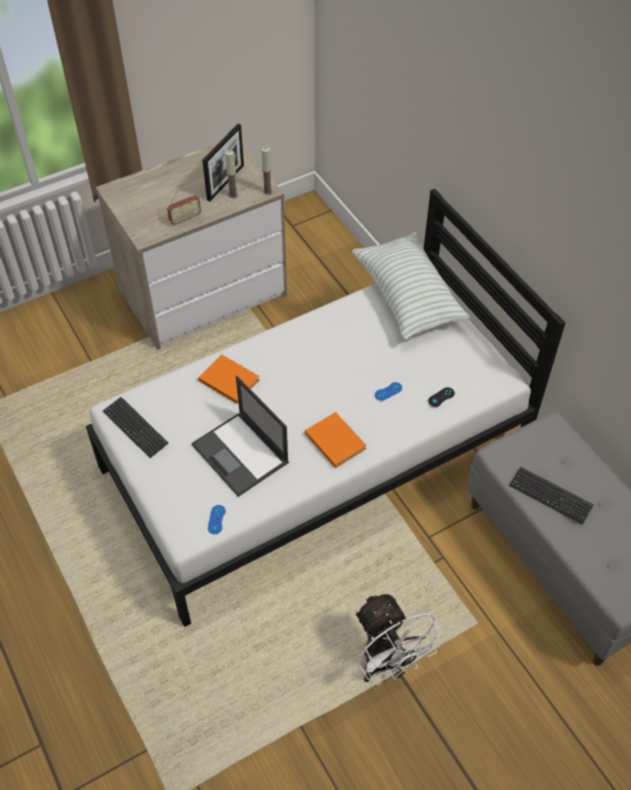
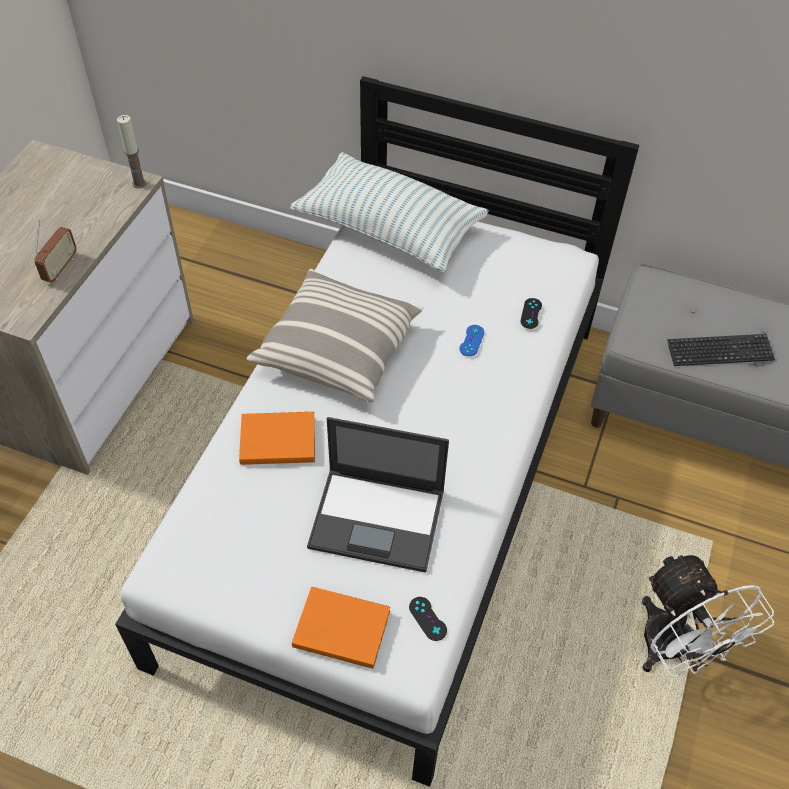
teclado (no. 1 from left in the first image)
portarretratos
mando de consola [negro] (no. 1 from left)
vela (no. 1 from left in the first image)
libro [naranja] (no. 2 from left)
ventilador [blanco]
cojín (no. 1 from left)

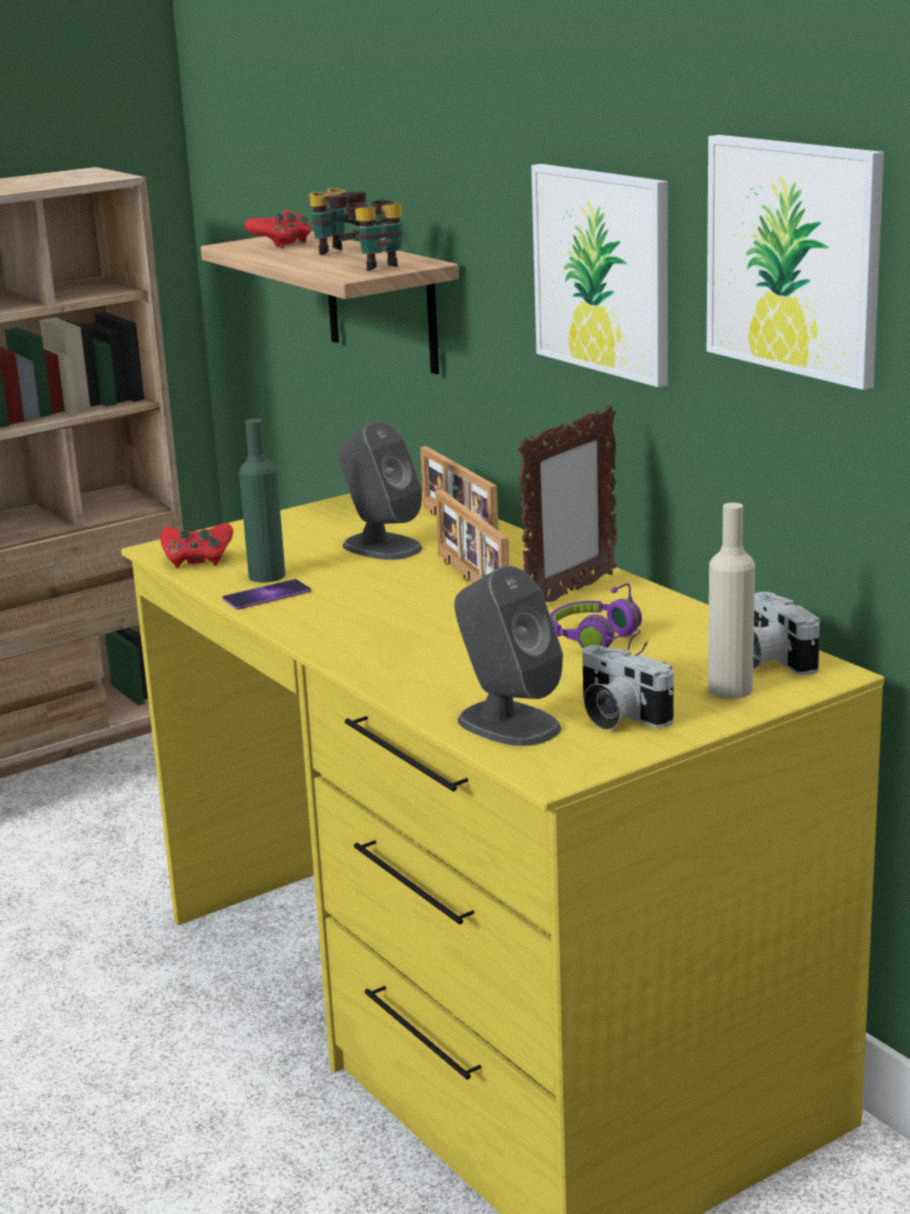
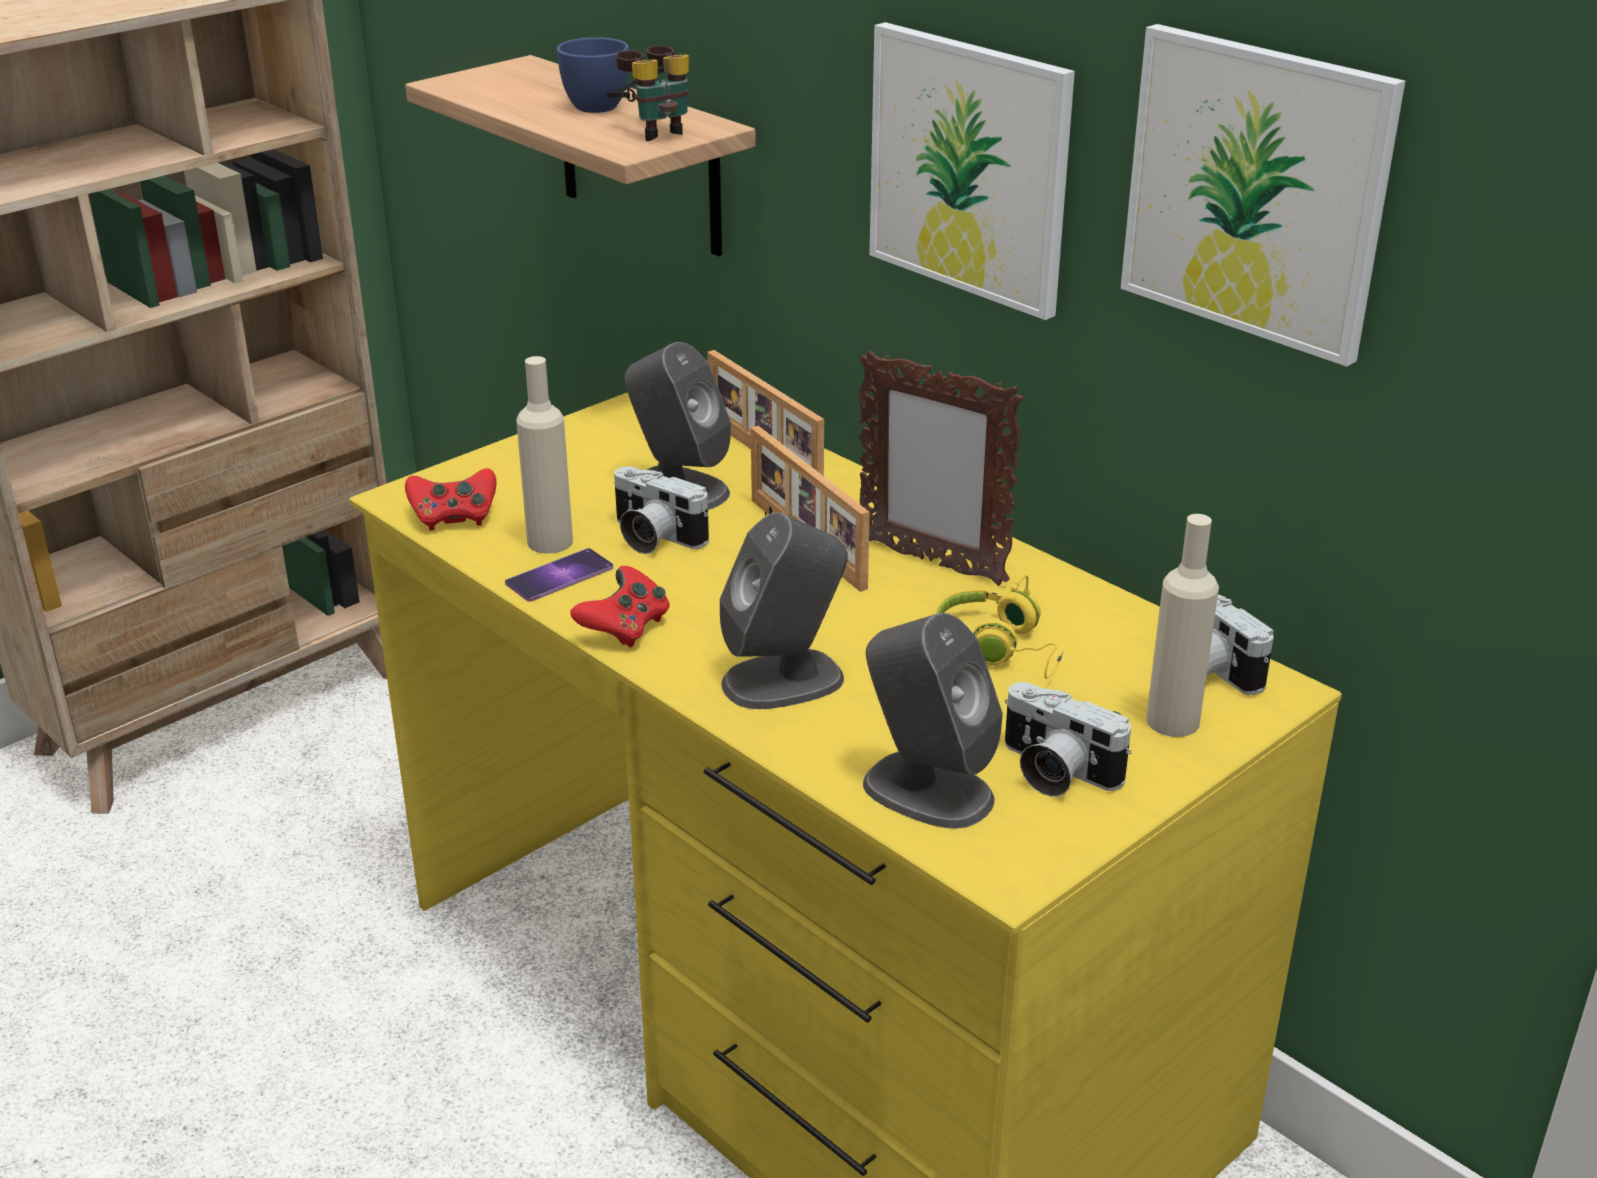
botella [beis] (no. 1 from left)
mando de consola [rojo] (no. 2 from left)
taza [azul]
portarretratos (no. 3 from left)
auriculares [amarillo]
cámara (no. 1 from left)
altavoz [gris] (no. 2 from left)

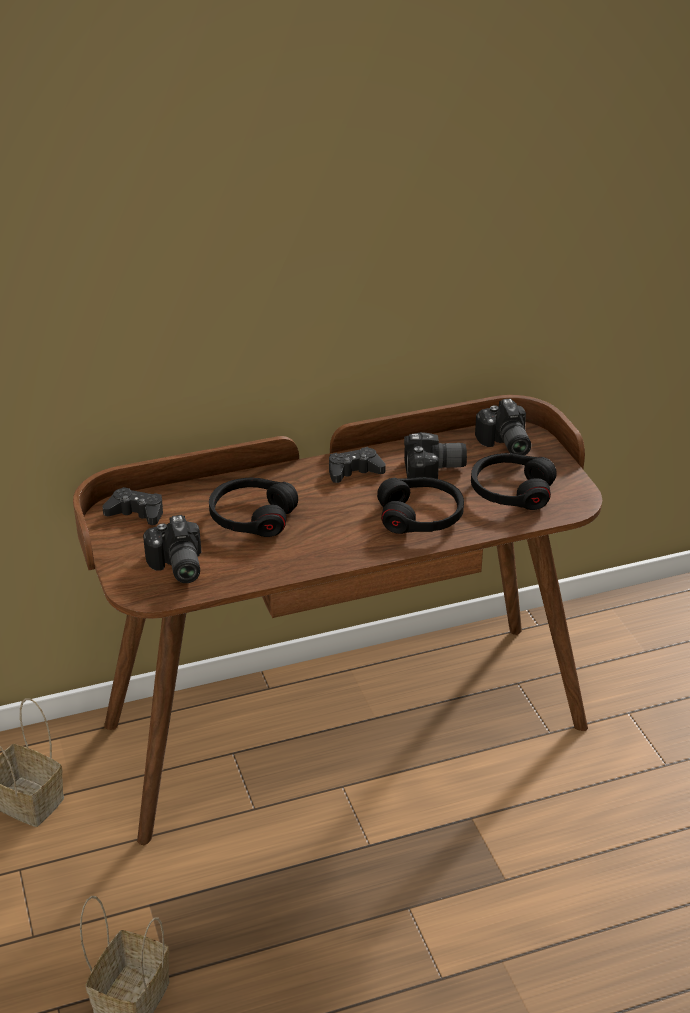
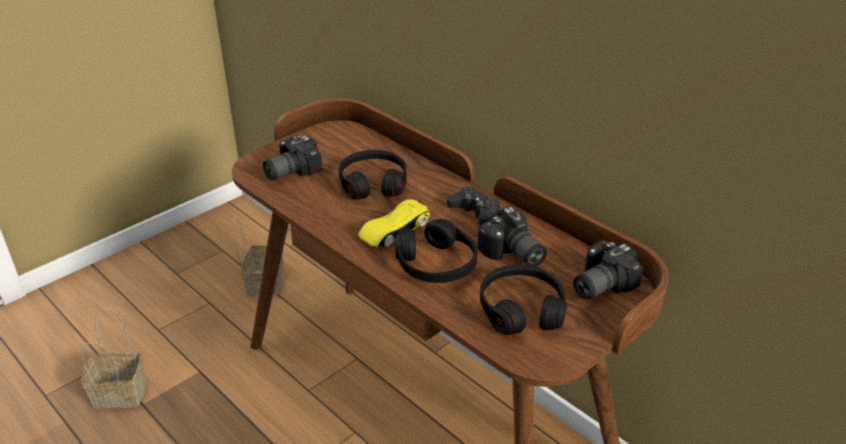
mando de consola [negro] (no. 1 from left in the first image)
coche de juguete [amarillo]

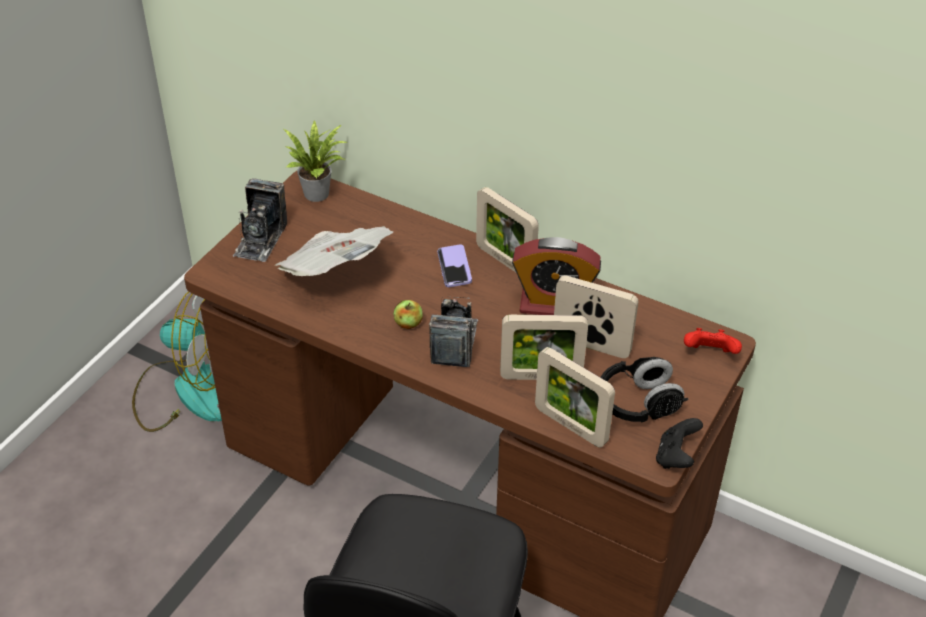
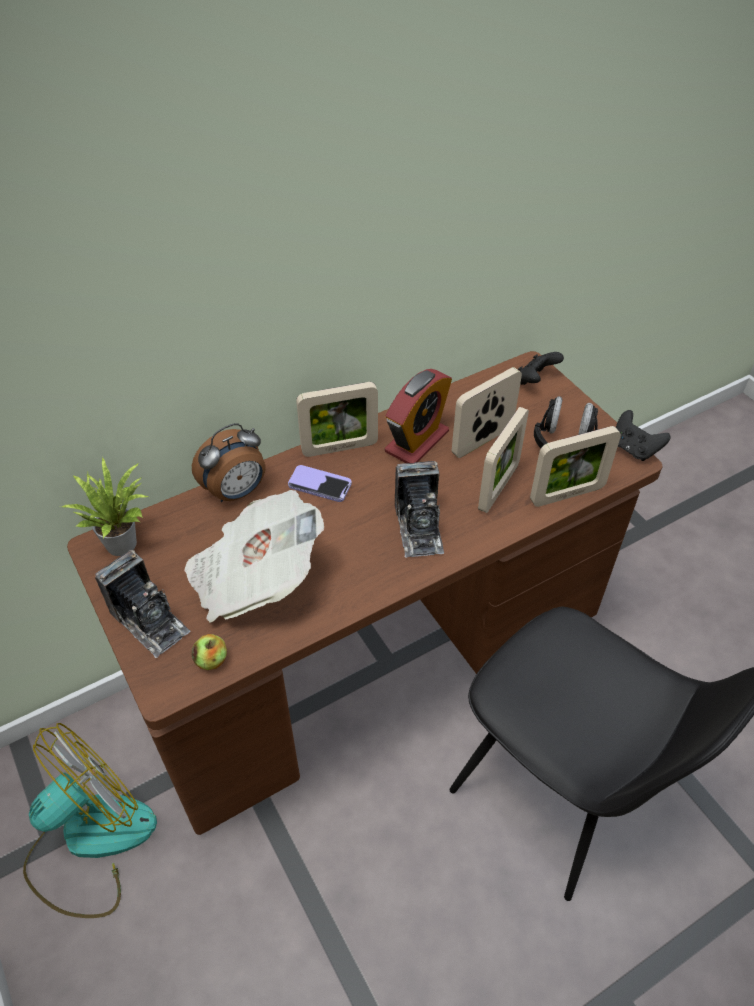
manzana
cámara (no. 2 from left)
mando de consola [negro] (no. 1 from left)
despertador (no. 1 from left)

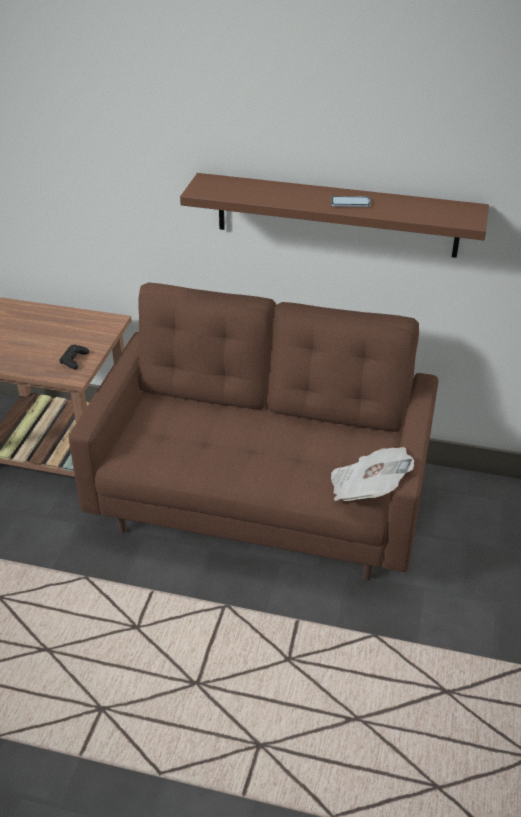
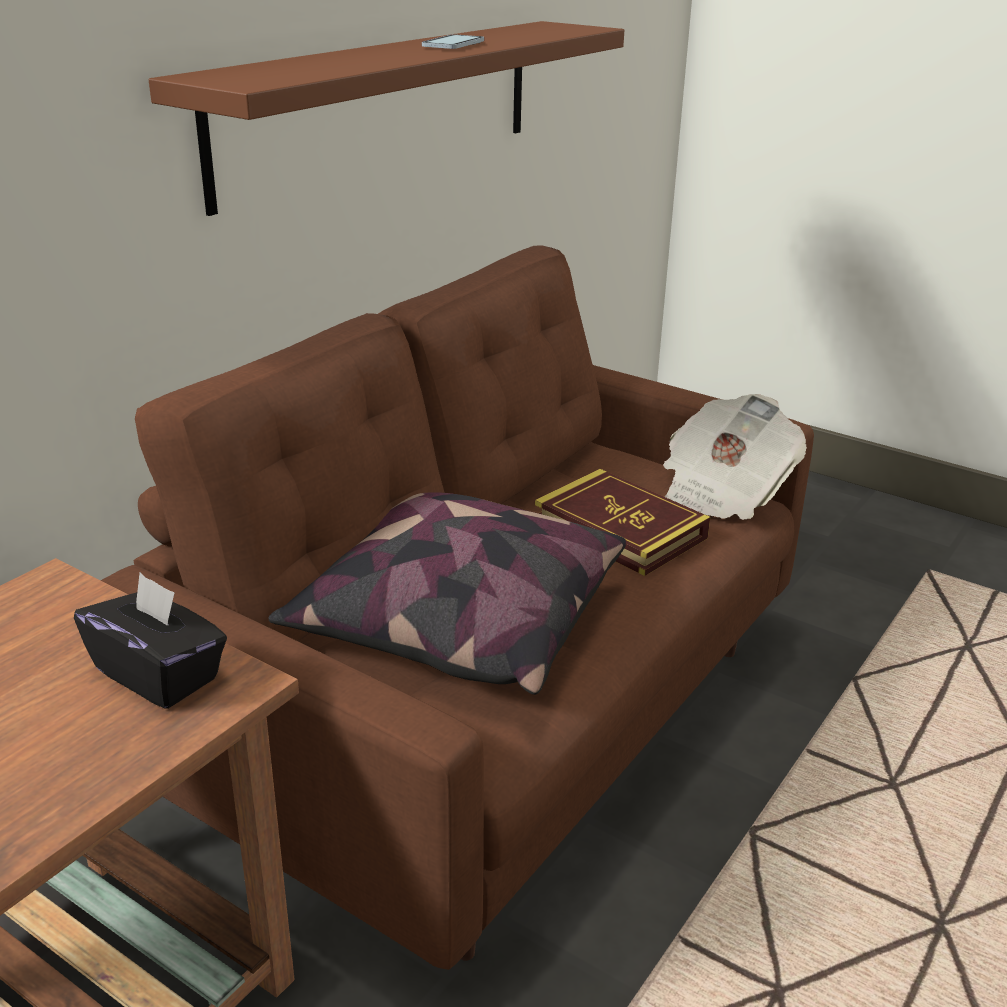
caja de pañuelos [negro]
cojín
libro

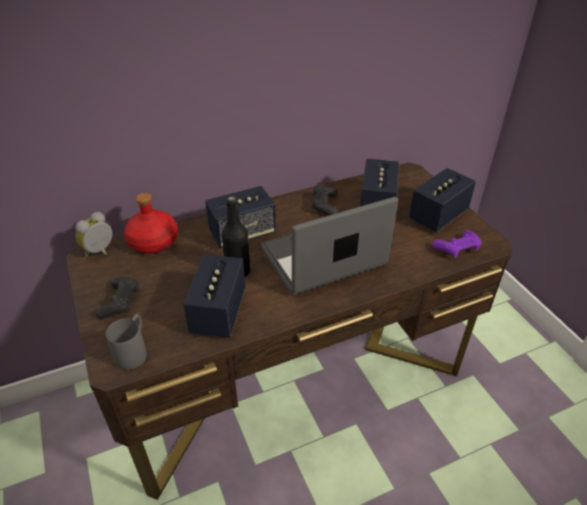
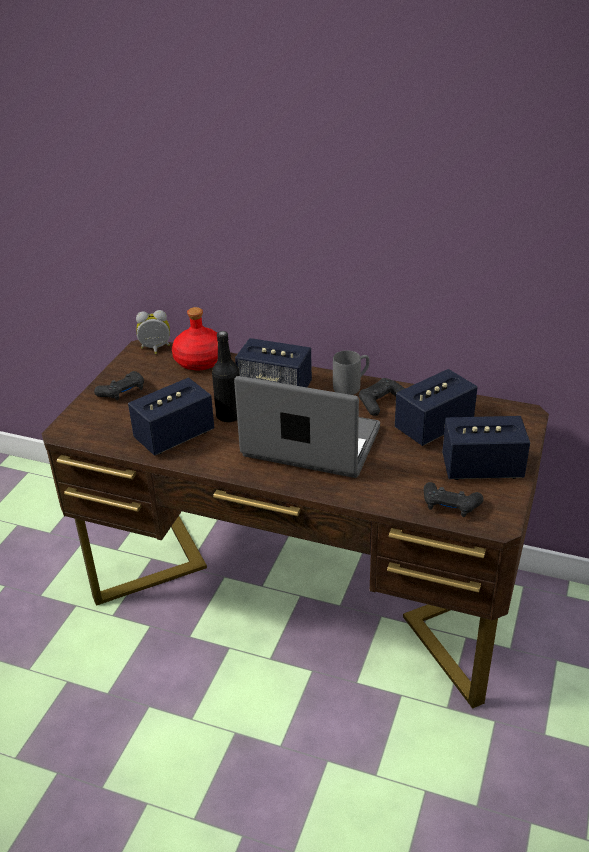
taza grande [gris]
mando de consola [negro] (no. 3 from left)

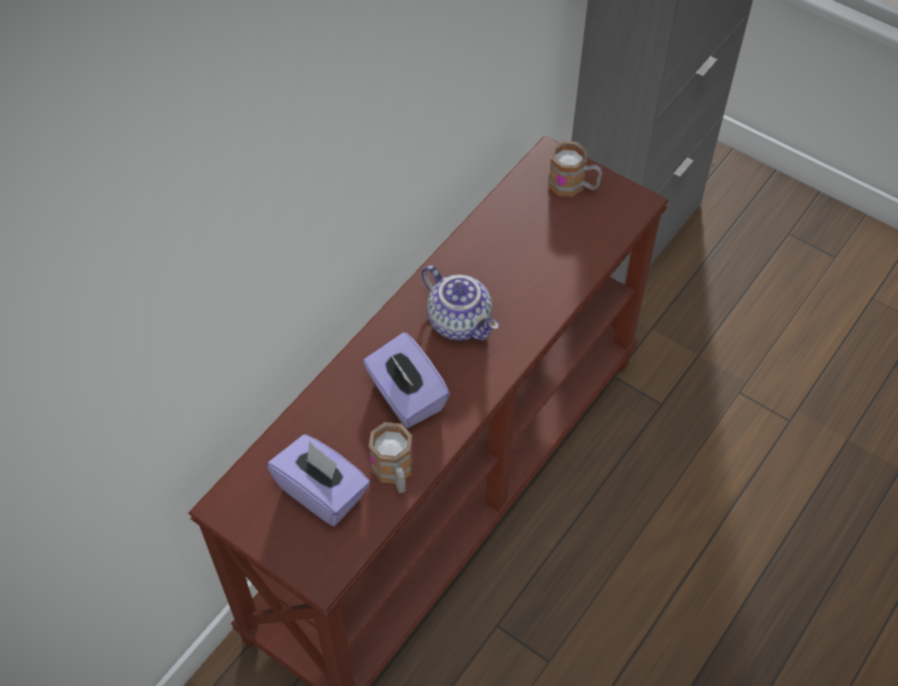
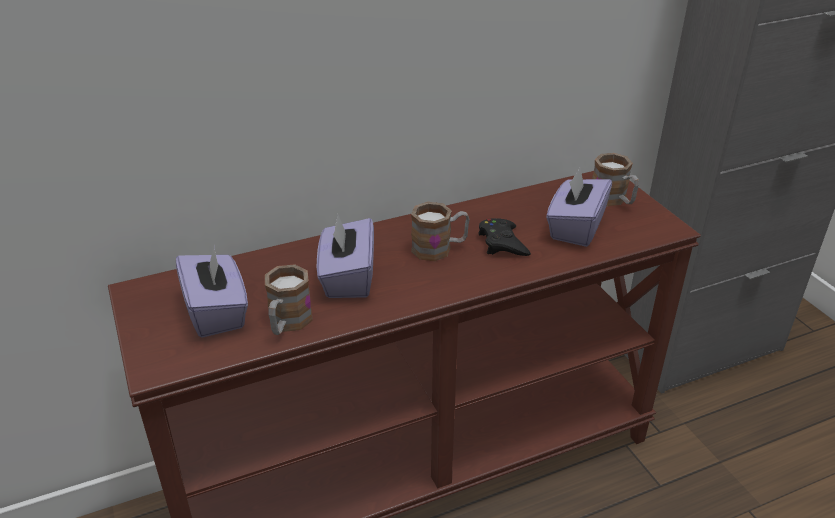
taza grande (no. 2 from left)
mando de consola [negro]
caja de pañuelos [morado] (no. 3 from left)

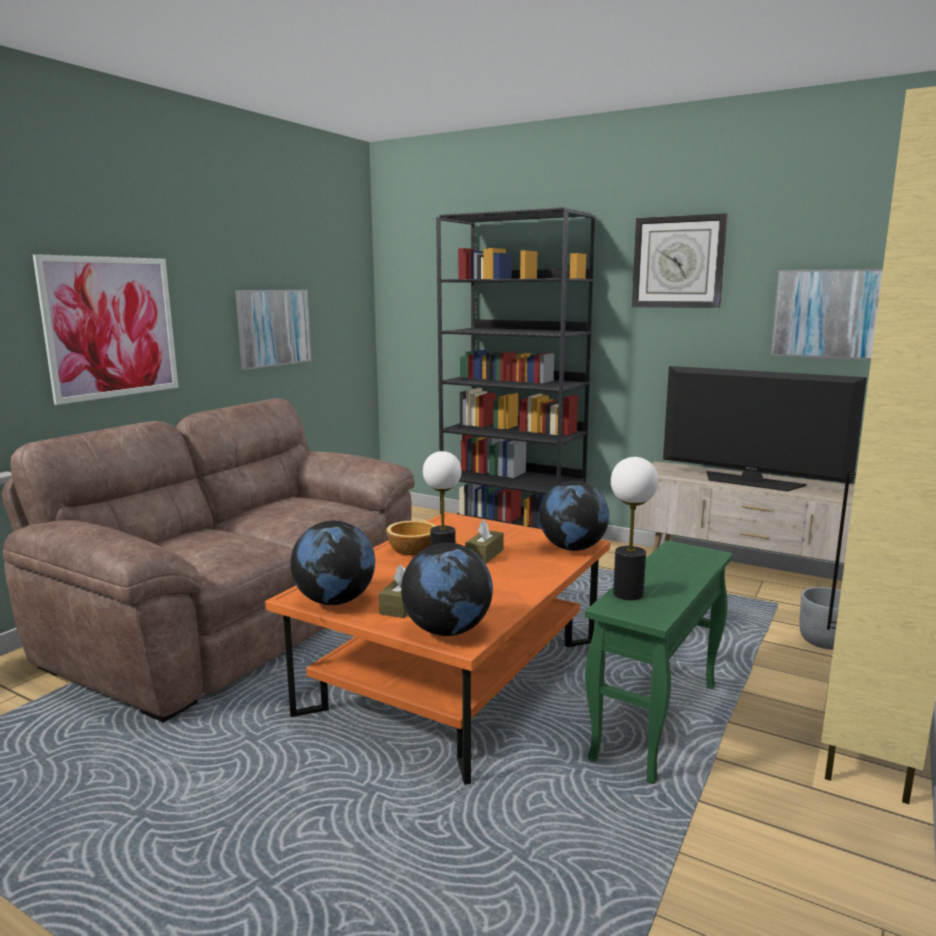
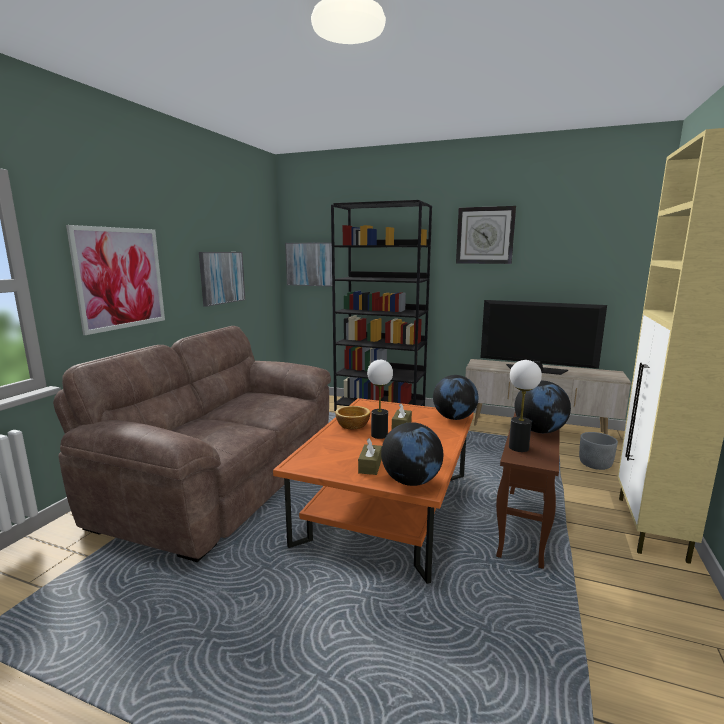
globo terráqueo (no. 3 from left)
mesa auxiliar [marrón]
cuadro (no. 3 from left)

